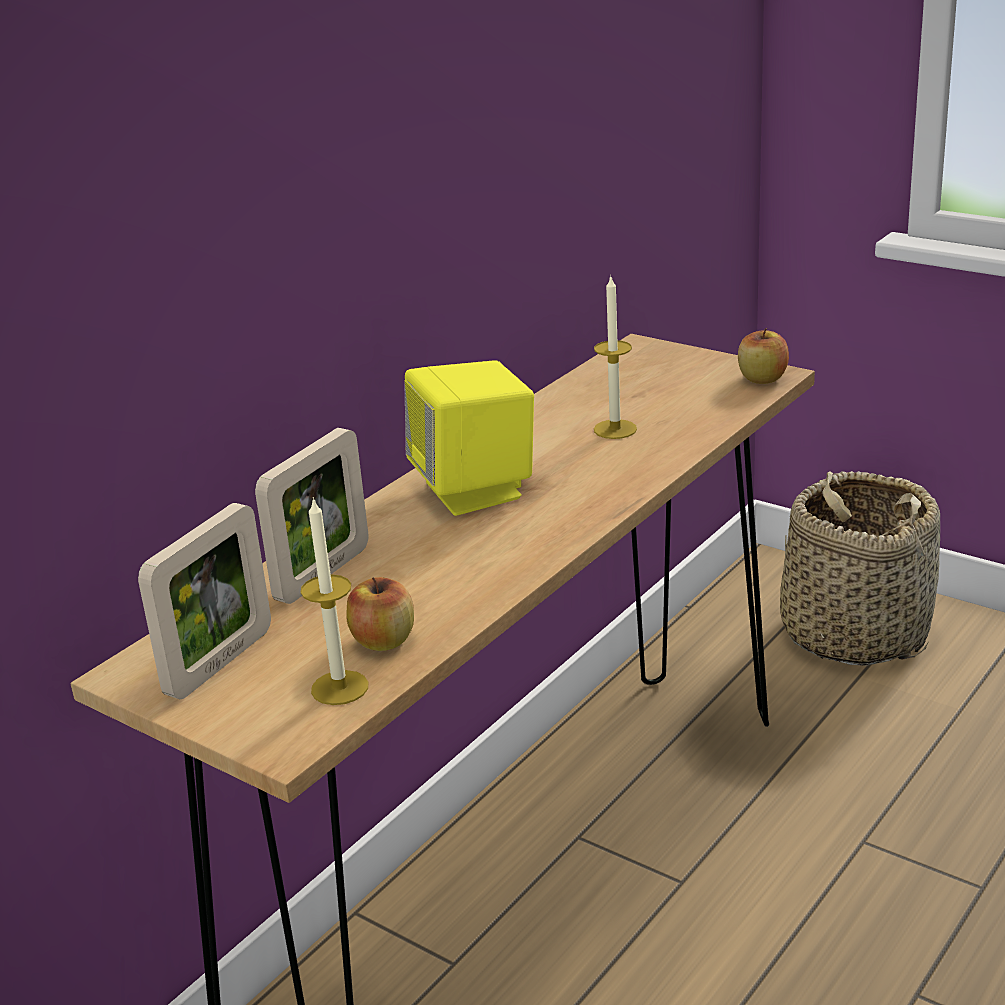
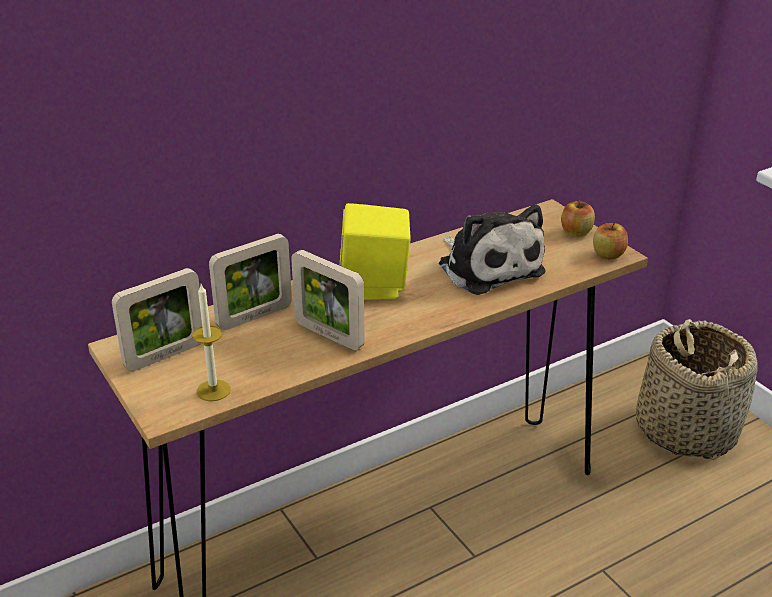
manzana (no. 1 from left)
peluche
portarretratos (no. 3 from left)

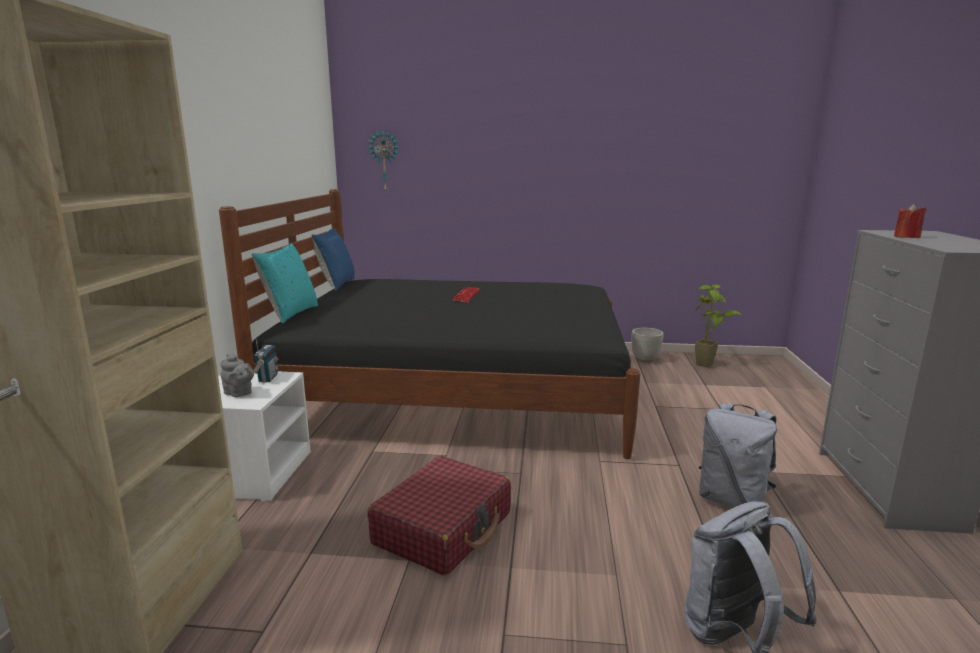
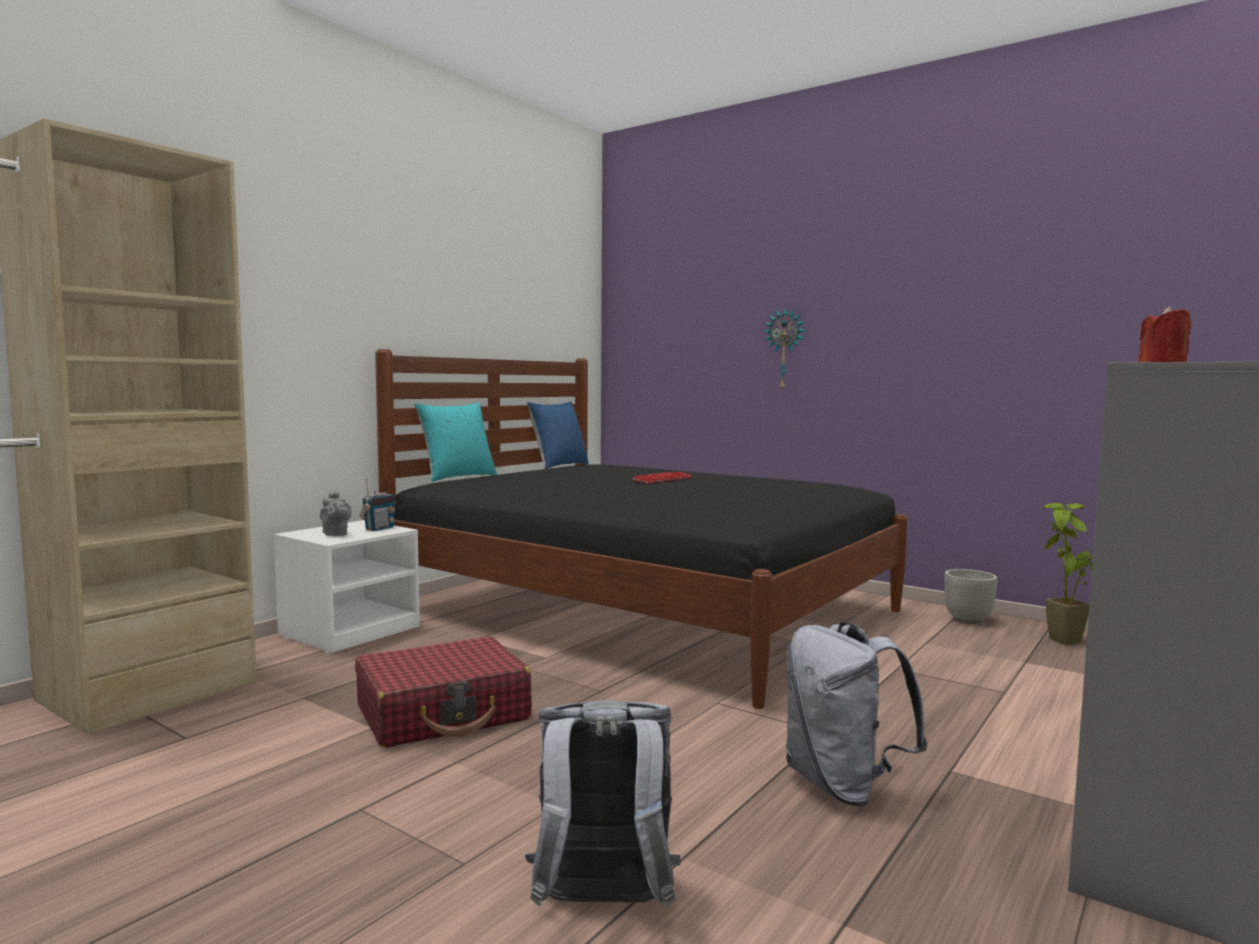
reloj de pared

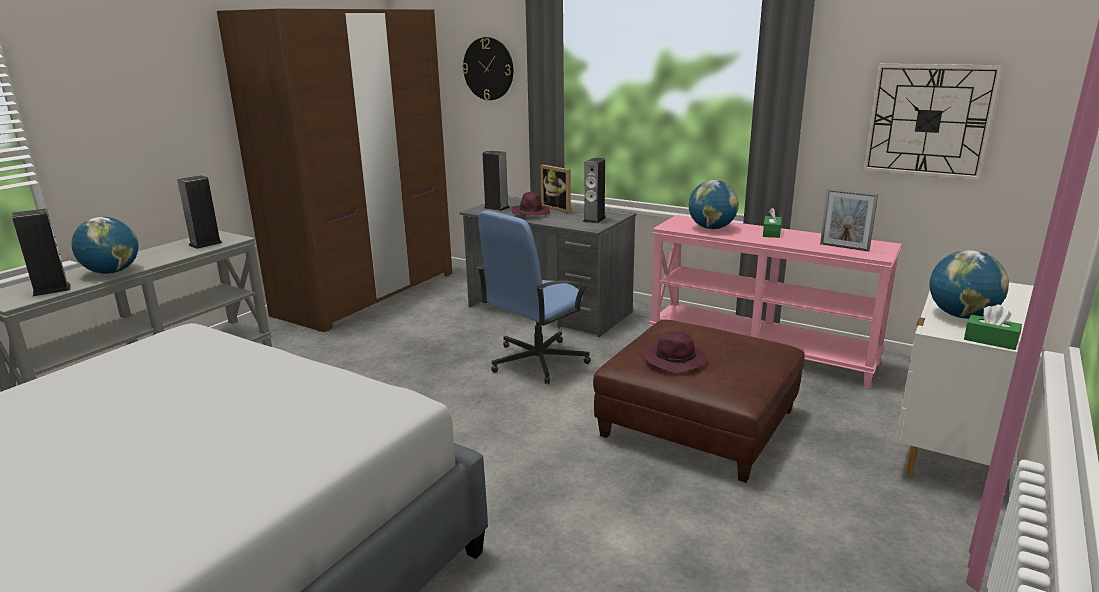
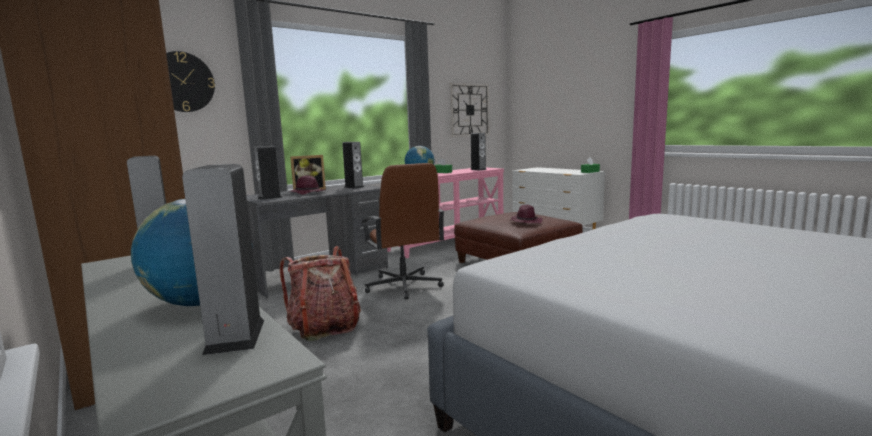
silla de oficina [marrón]
altavoz (no. 5 from left)
globo terráqueo (no. 3 from left in the first image)
mochila

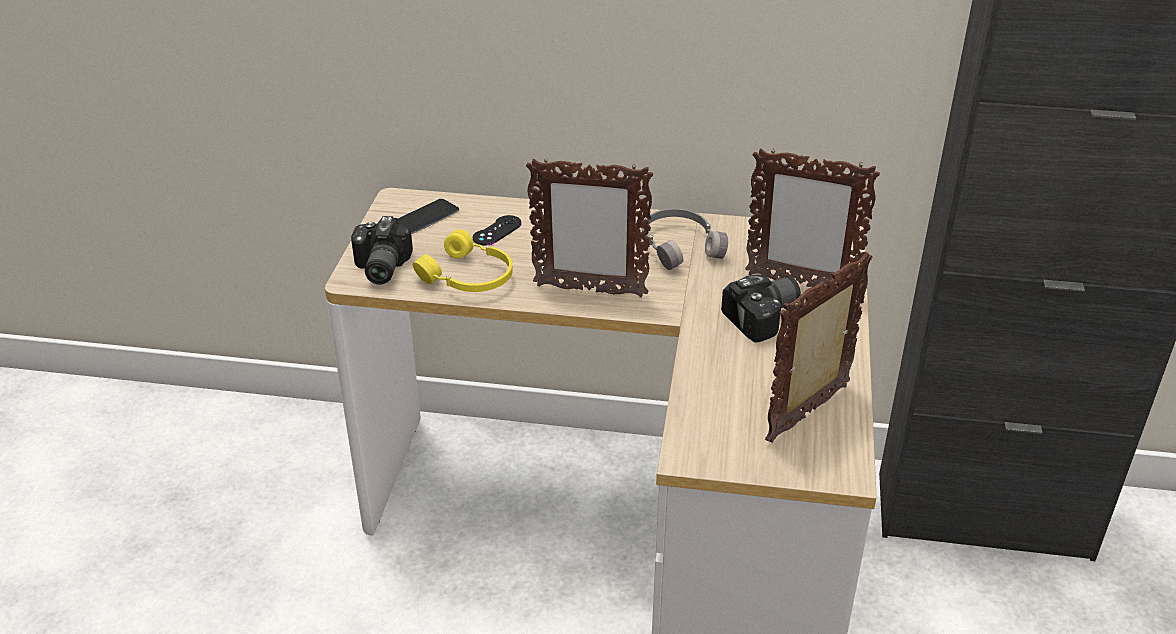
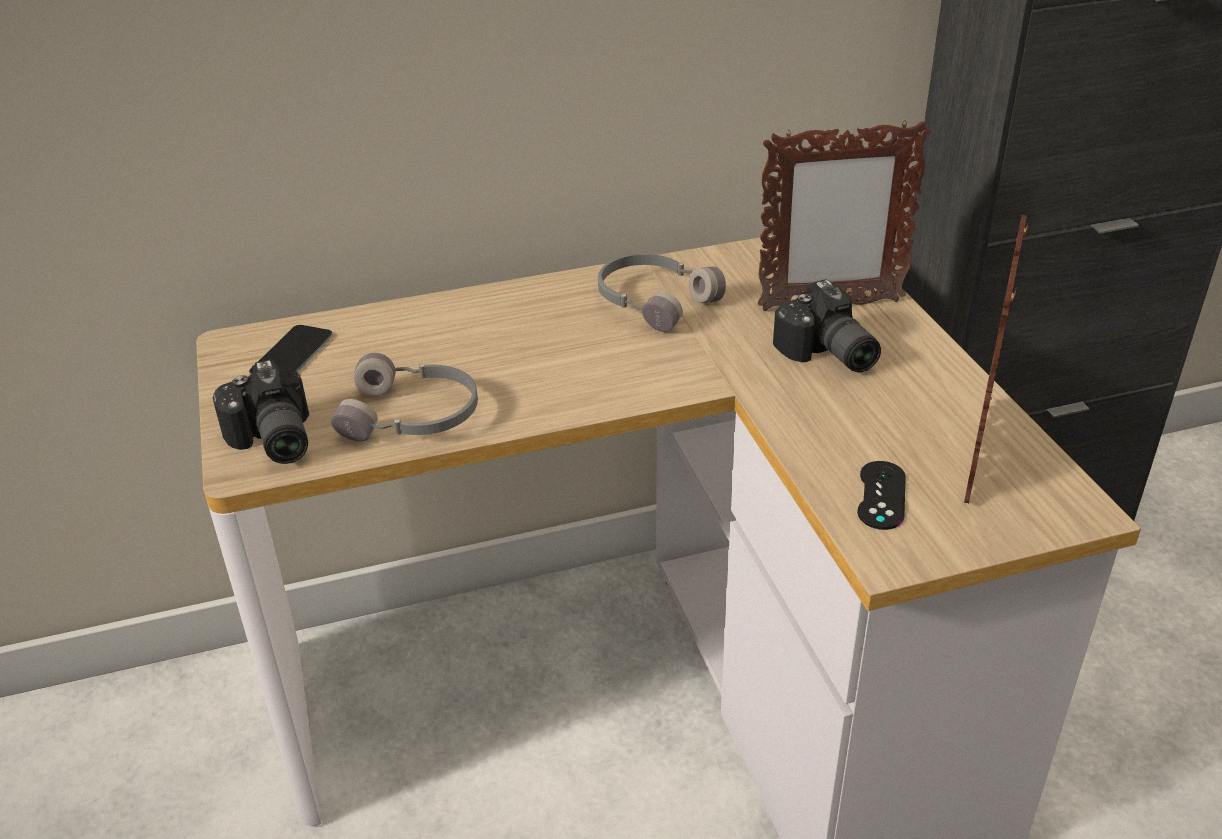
auriculares [gris] (no. 1 from left)
mando de consola [negro]
portarretratos (no. 1 from left in the first image)
cámara (no. 2 from left)

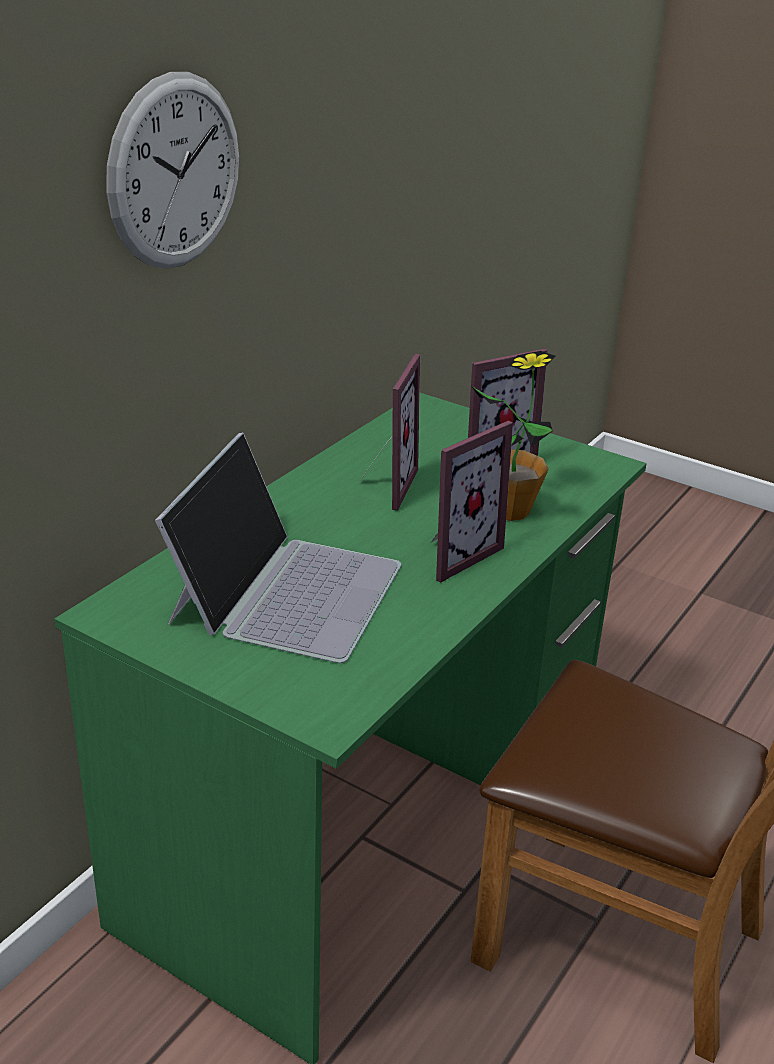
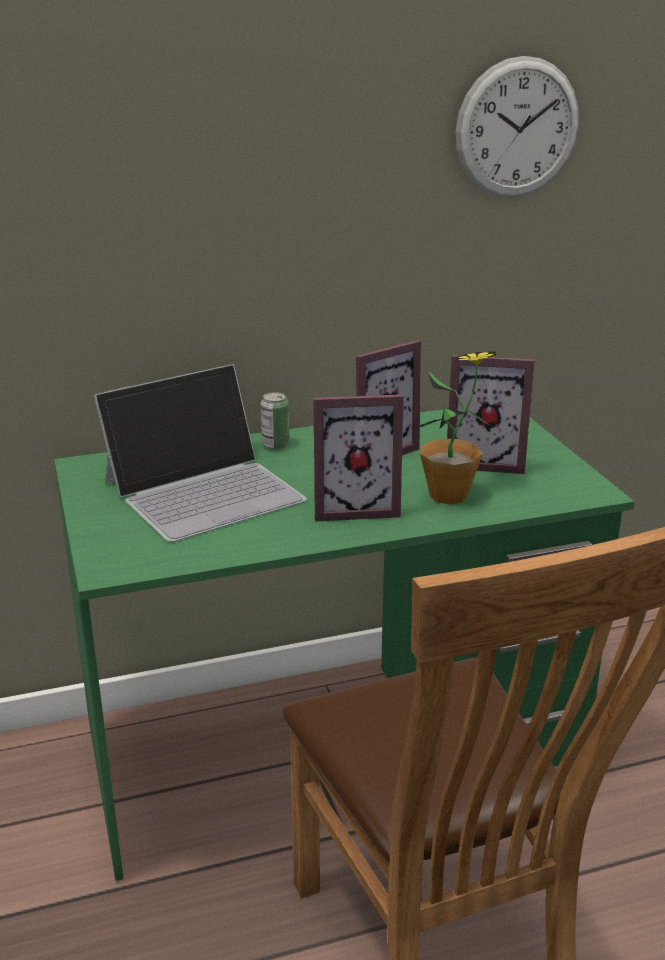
reloj de pared
lata

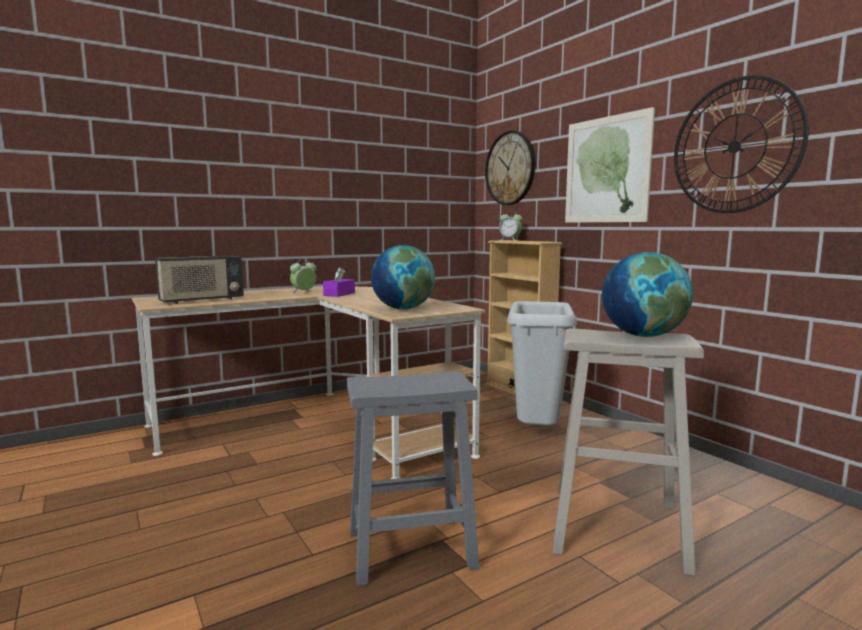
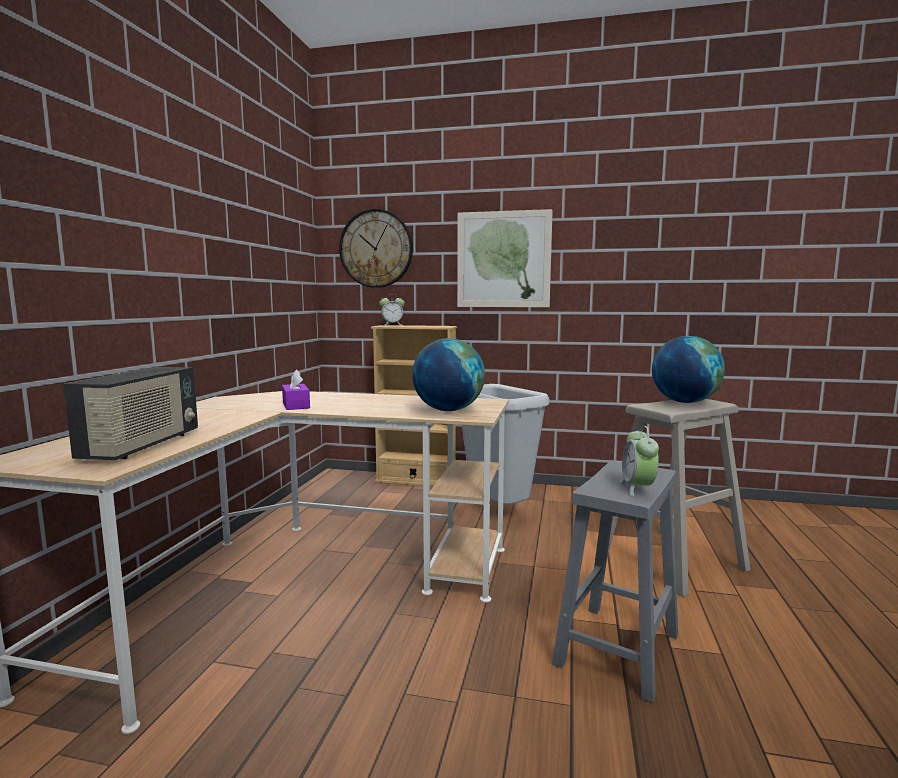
despertador (no. 2 from left)
reloj de pared (no. 2 from left in the first image)

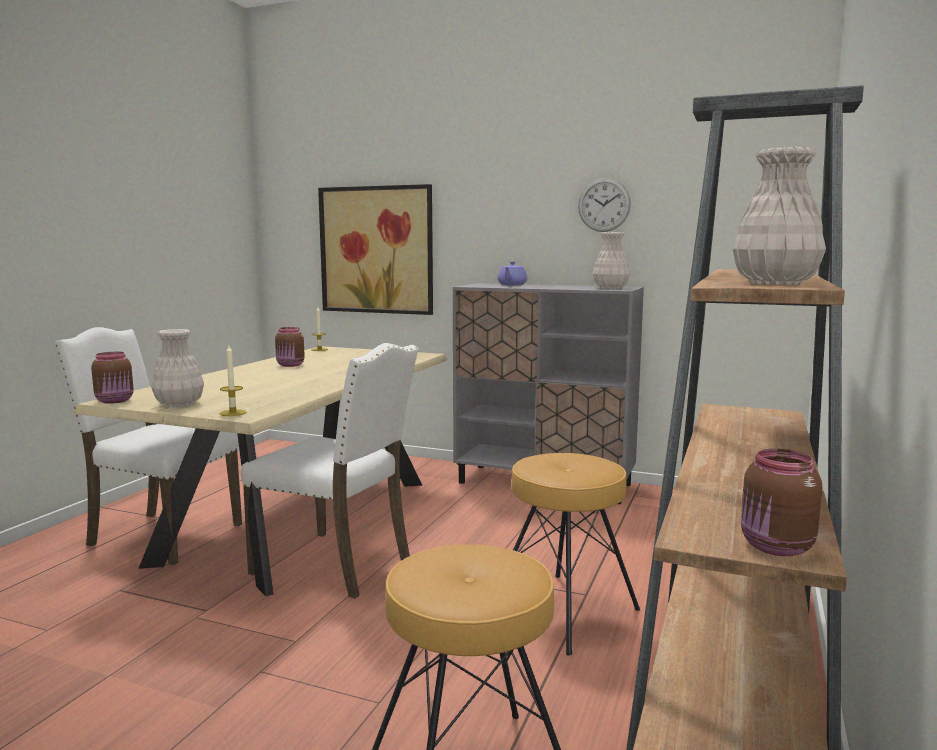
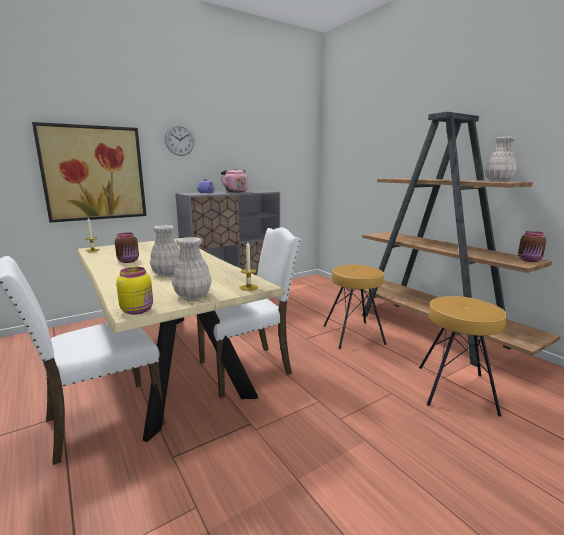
tarro [amarillo]
reloj de pared
florero [blanco] (no. 1 from left)
hervidor [rosa]

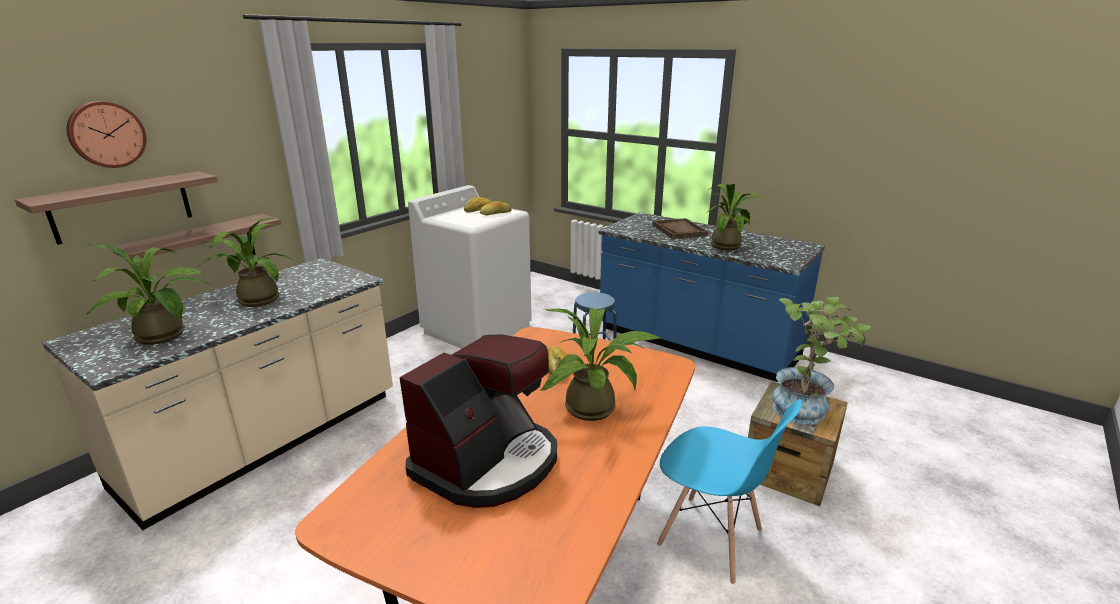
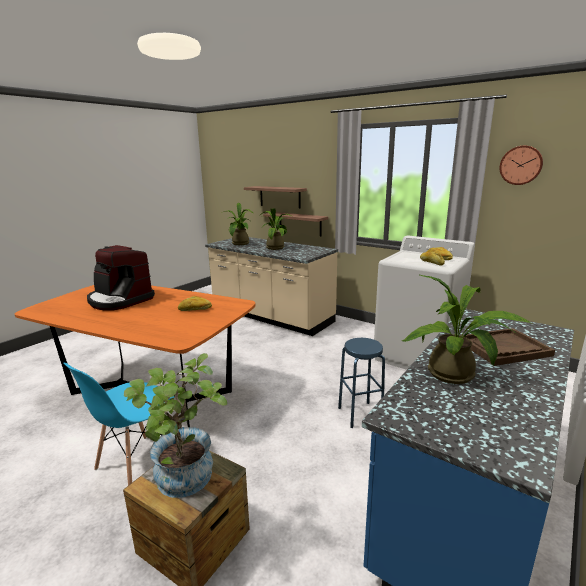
reloj de pared
planta en maceta (no. 3 from left in the first image)

